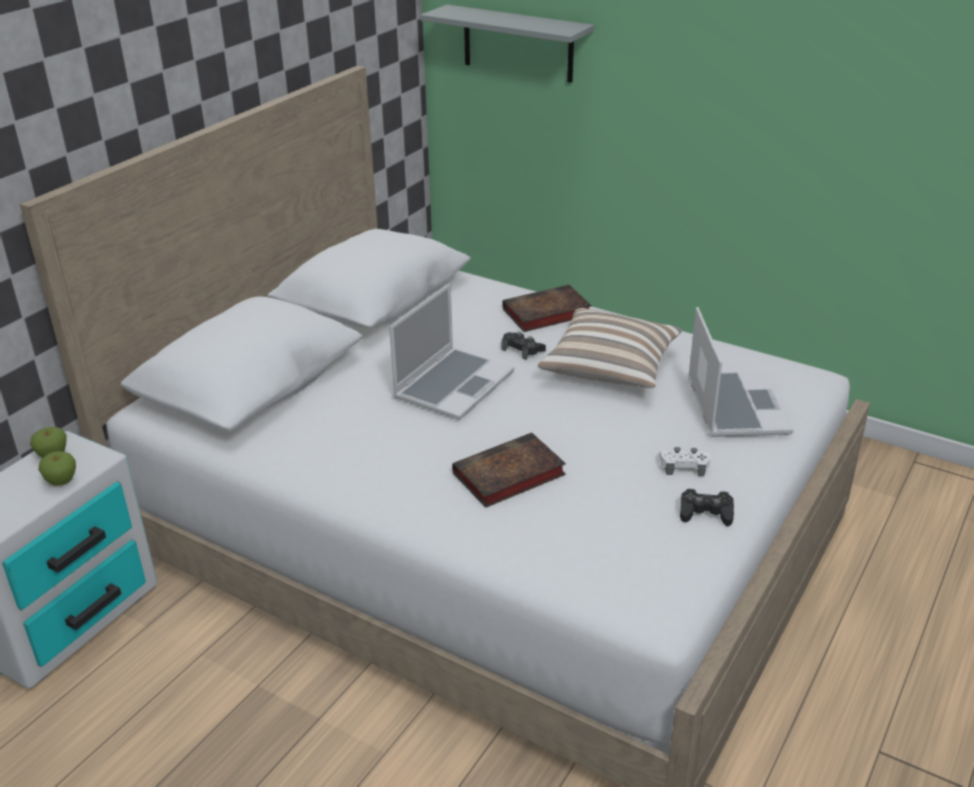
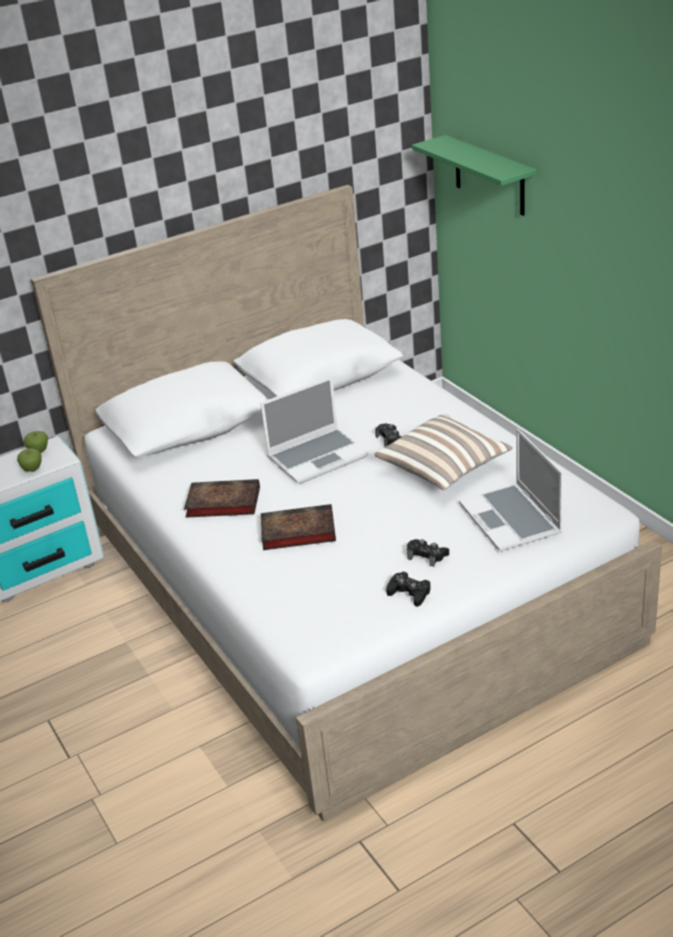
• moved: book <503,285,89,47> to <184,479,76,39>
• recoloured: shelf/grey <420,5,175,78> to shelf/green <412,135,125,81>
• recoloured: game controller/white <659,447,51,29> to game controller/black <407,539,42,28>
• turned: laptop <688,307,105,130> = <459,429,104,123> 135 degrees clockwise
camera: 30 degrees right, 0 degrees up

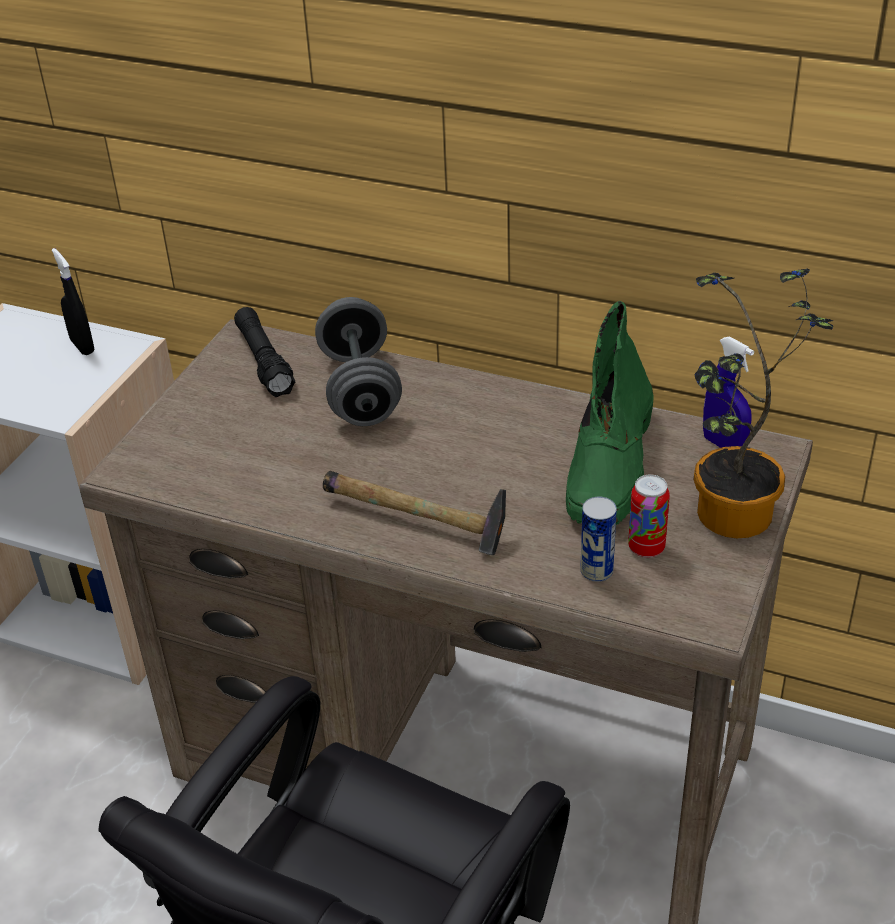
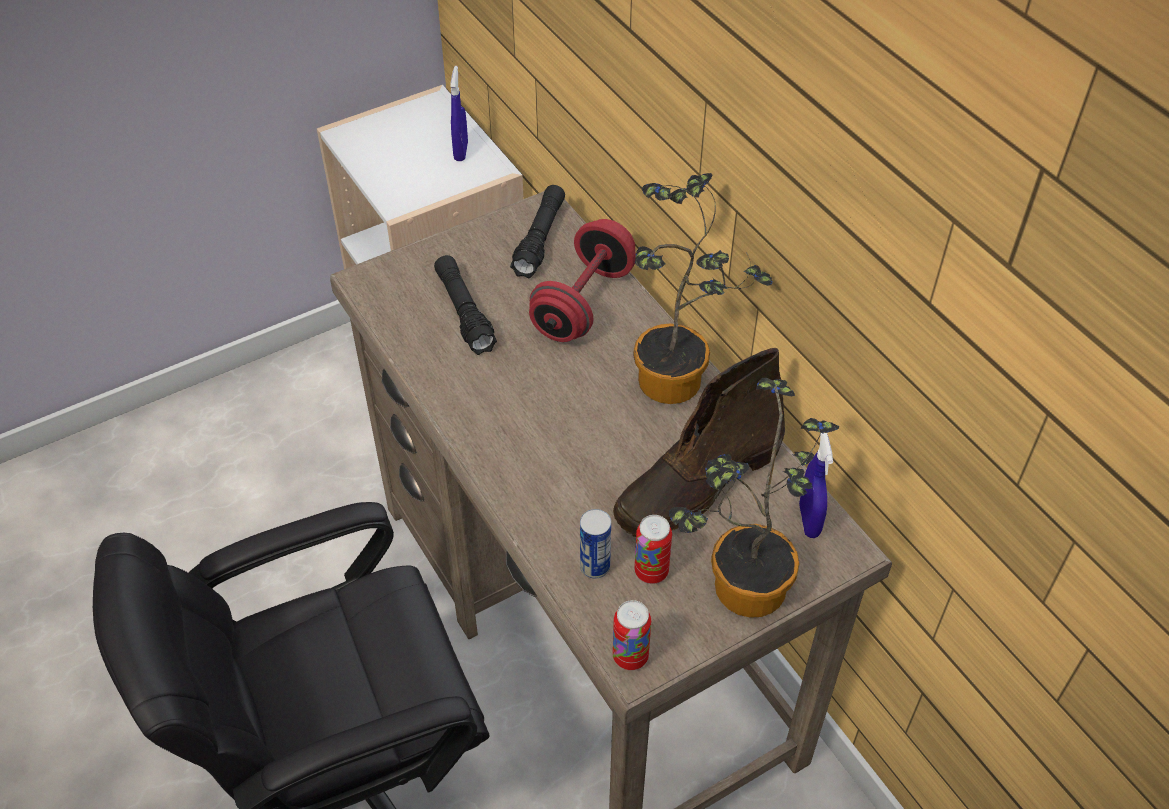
• removed: hammer <323,471,183,84>
• added: flashlight/black <434,255,63,100>
• added: can <613,600,38,71>
• added: potted plant <633,173,139,231>
• recoloured: spray bottle/black <52,248,42,107> to spray bottle/blue <450,66,18,95>
• recoloured: dumbbell/grey <315,297,87,129> to dumbbell/red <529,219,107,123>
• recoloured: boot/green <566,301,87,224> to boot/brown <613,348,172,189>
camera: 35 degrees right, 10 degrees up

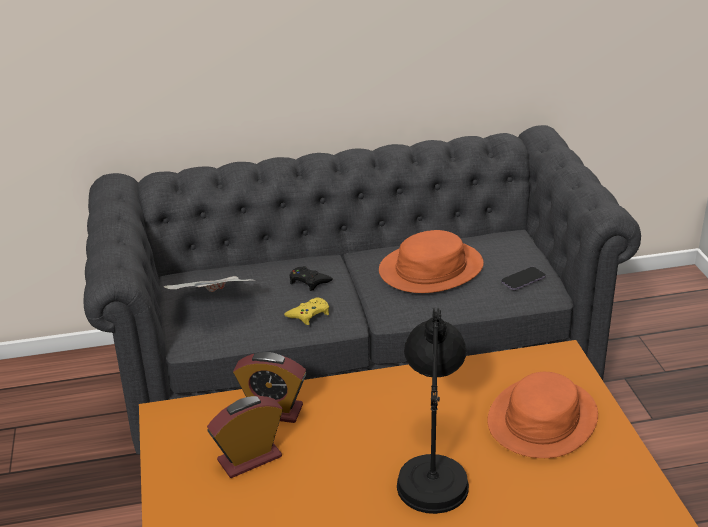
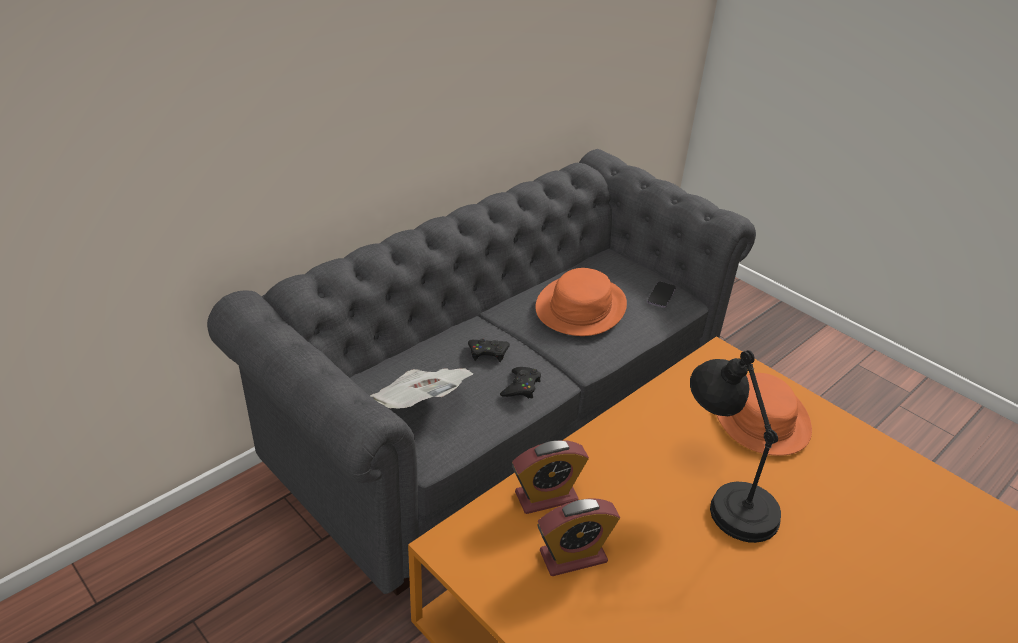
• recoloured: game controller/yellow <284,298,45,27> to game controller/black <500,367,41,31>
• turned: alarm clock <207,396,76,82> = <537,499,83,77> 135 degrees counterclockwise
camera: 35 degrees left, 5 degrees up

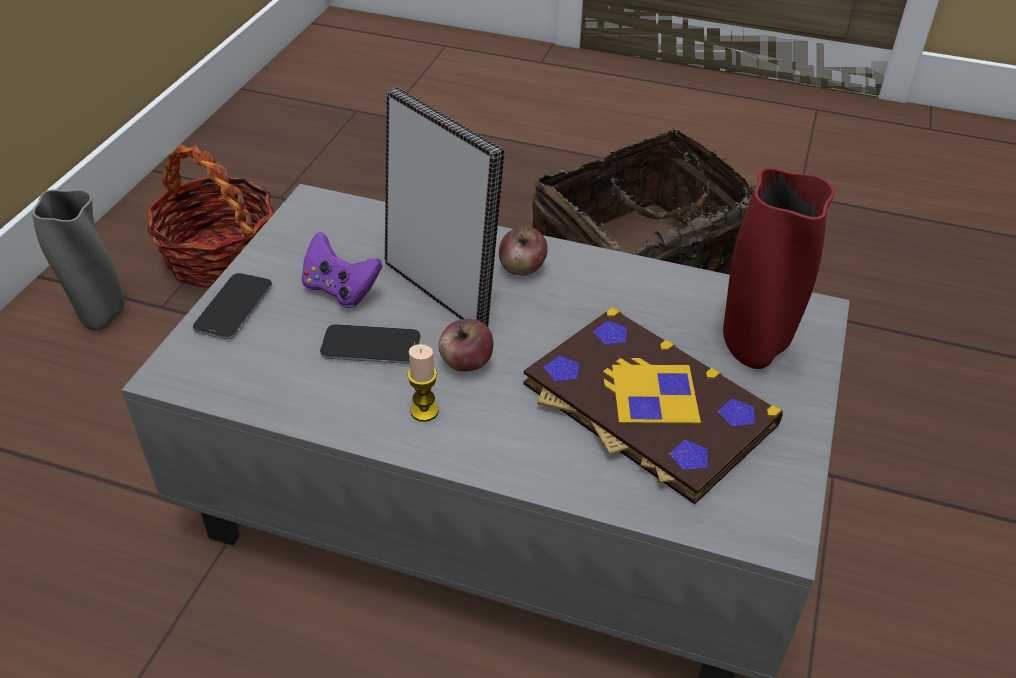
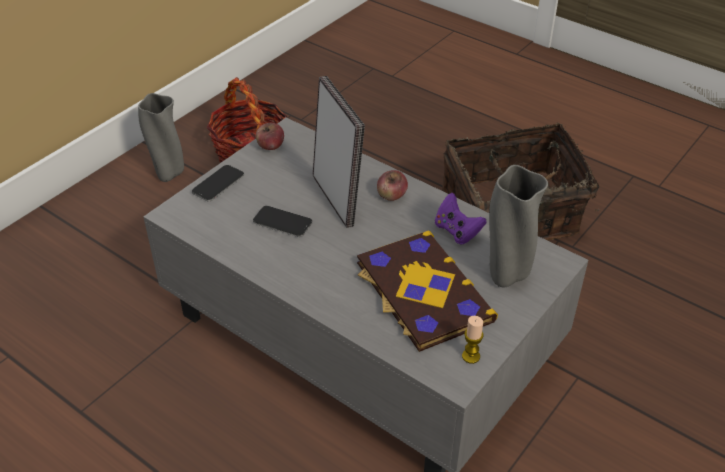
• moved: game controller/purple <302,232,80,76> to <435,193,51,52>
• moved: candle <407,344,32,78> to <462,316,21,48>
• moved: apple <438,319,55,53> to <256,123,28,27>
• recoloured: vase/red <723,168,112,201> to vase/grey <489,165,59,122>
camera: 20 degrees right, 0 degrees up

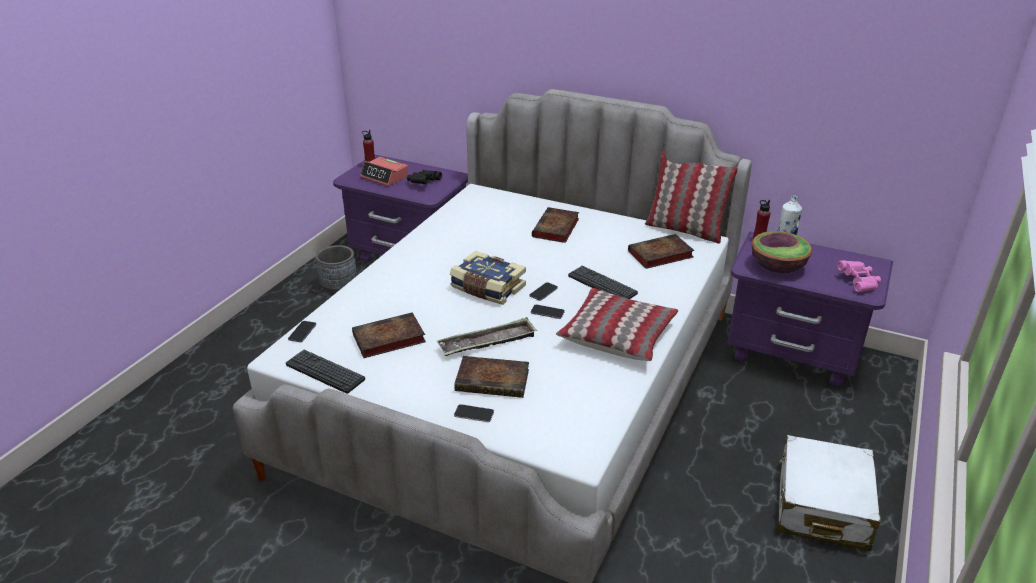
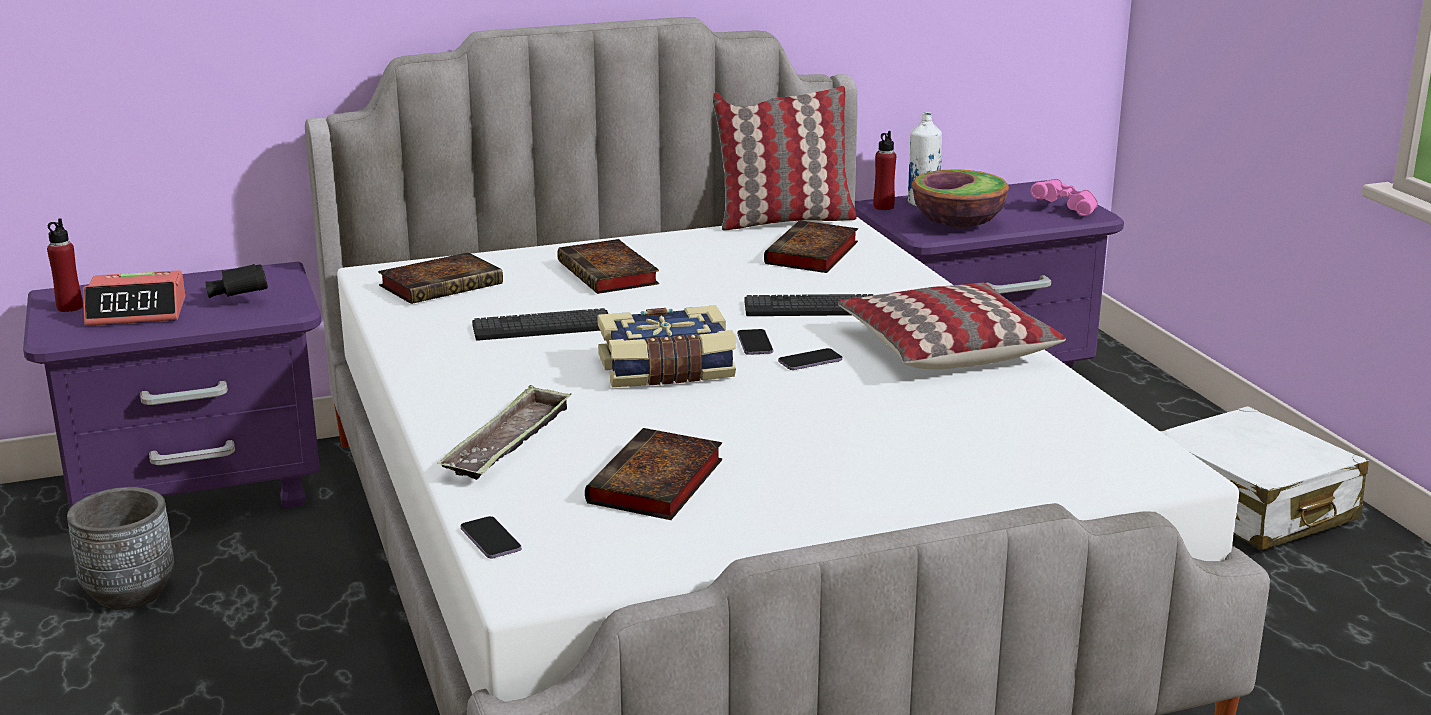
• removed: phone <454,404,40,18>
• moved: keyboard <286,350,79,44> to <472,308,136,32>
• moved: tray <436,317,101,39> to <438,385,133,95>
• moved: book <454,356,75,42> to <378,252,125,52>
camera: 45 degrees left, 10 degrees down

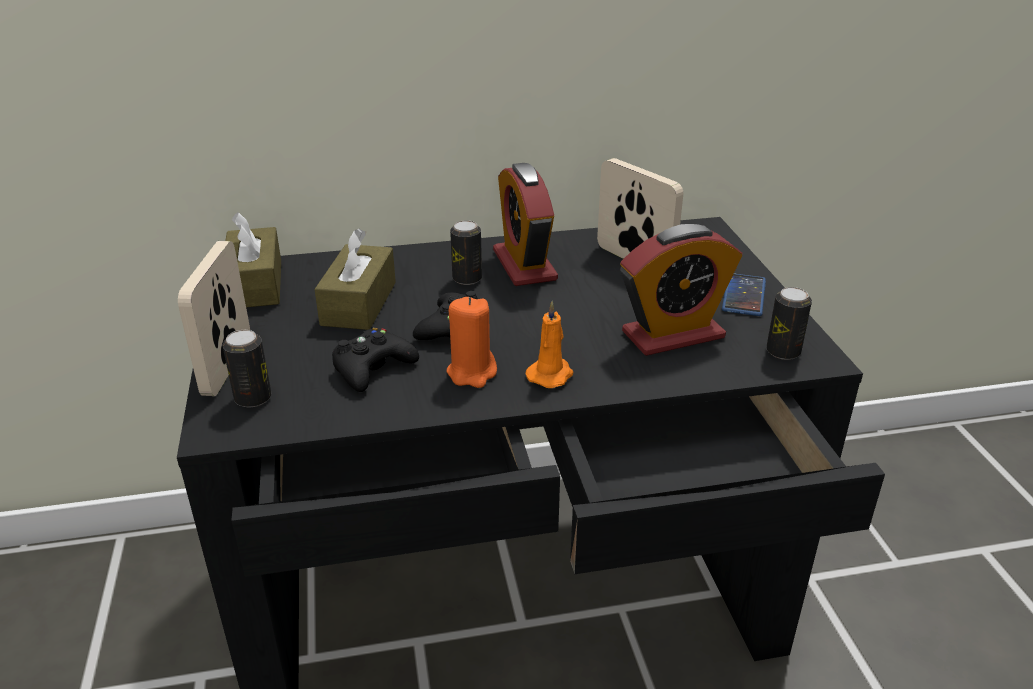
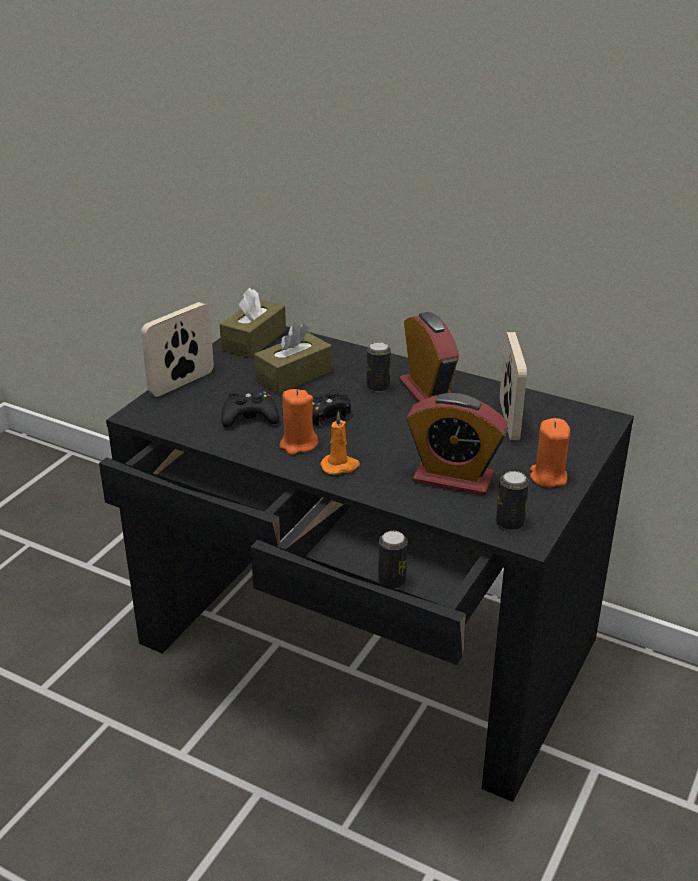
• moved: can <222,330,49,77> to <378,531,29,57>
• replaced: phone <722,274,44,42> to candle/orange <530,418,40,70>
• turned: alarm clock <493,163,65,123> = <399,312,60,90> 135 degrees clockwise
camera: 40 degrees right, 0 degrees up

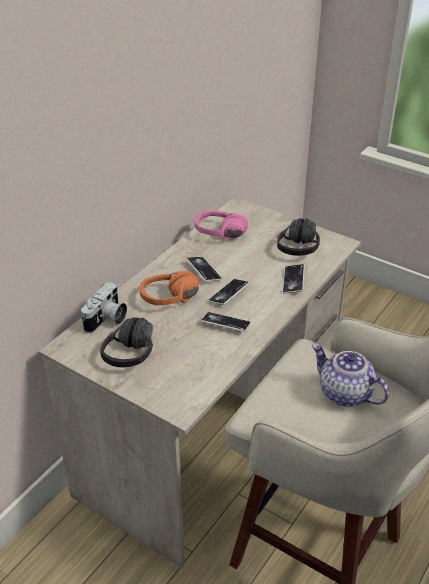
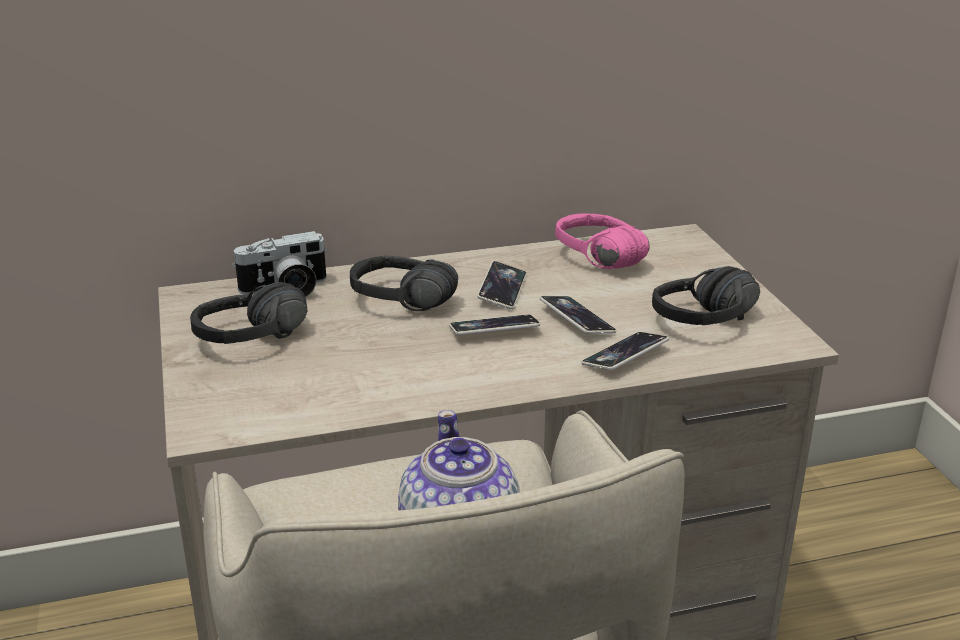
• moved: phone <201,312,50,20> to <540,296,77,38>
• recoloured: headphones/orange <140,271,59,34> to headphones/black <350,256,108,55>
camera: 40 degrees right, 10 degrees down

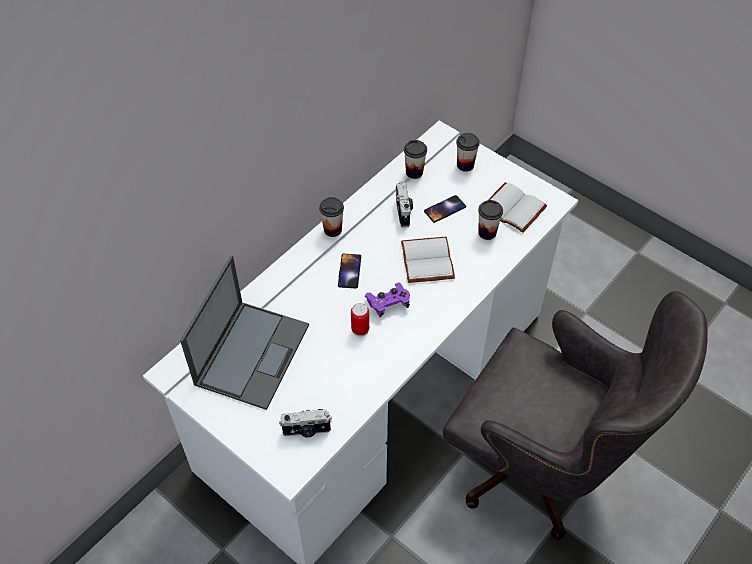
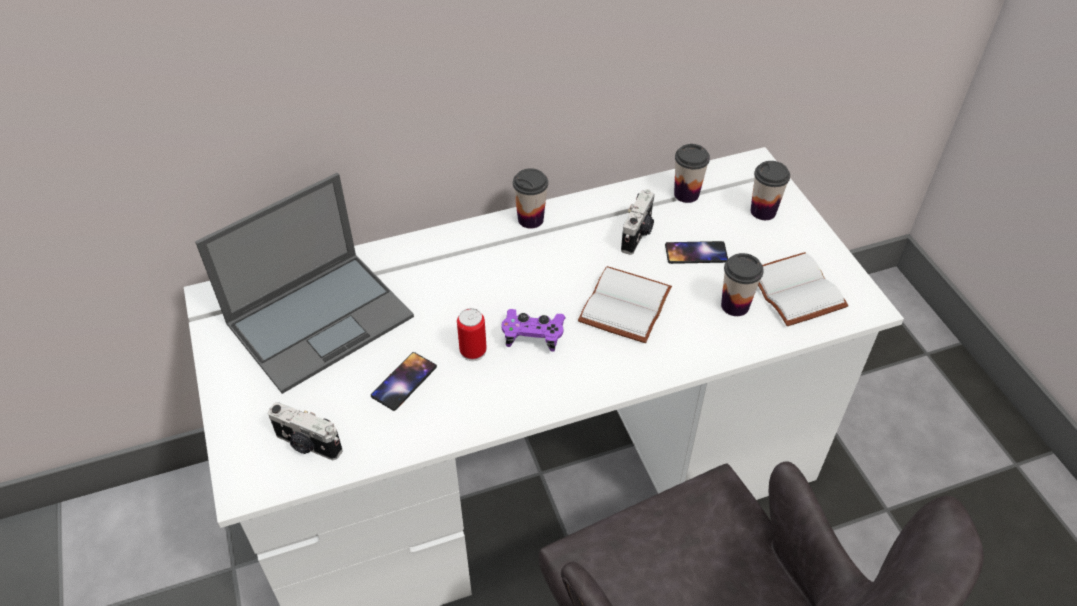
• moved: phone <338,254,23,34> to <371,352,66,59>
camera: 30 degrees right, 5 degrees down

